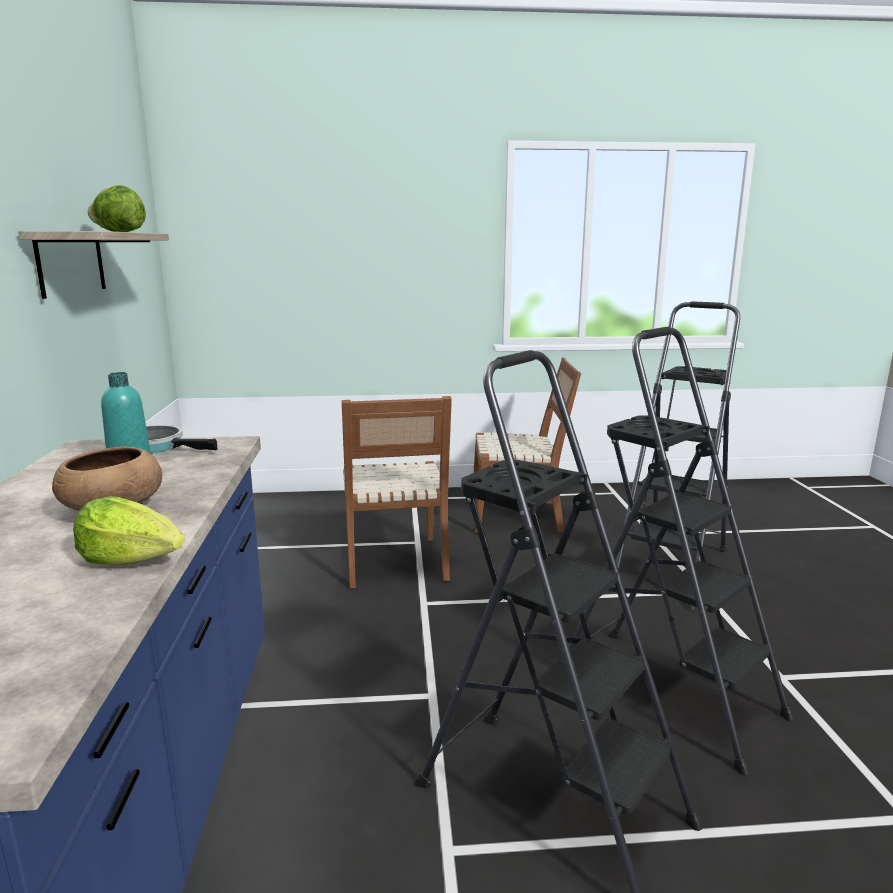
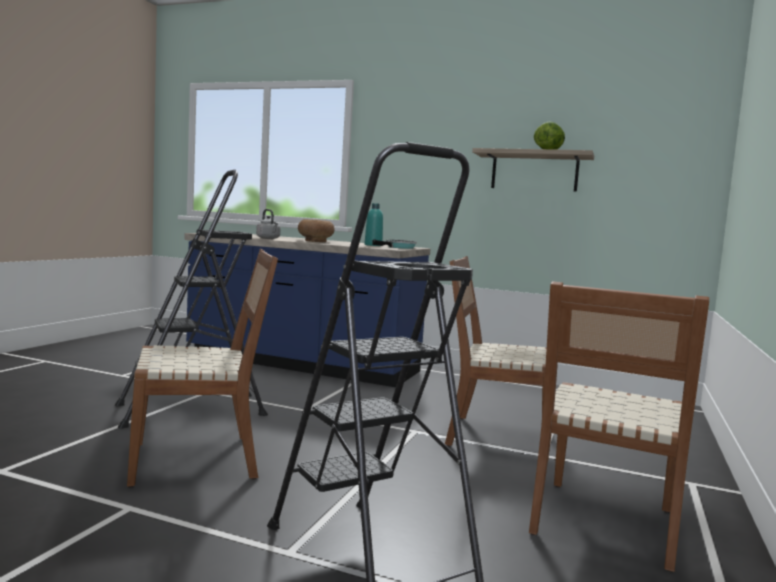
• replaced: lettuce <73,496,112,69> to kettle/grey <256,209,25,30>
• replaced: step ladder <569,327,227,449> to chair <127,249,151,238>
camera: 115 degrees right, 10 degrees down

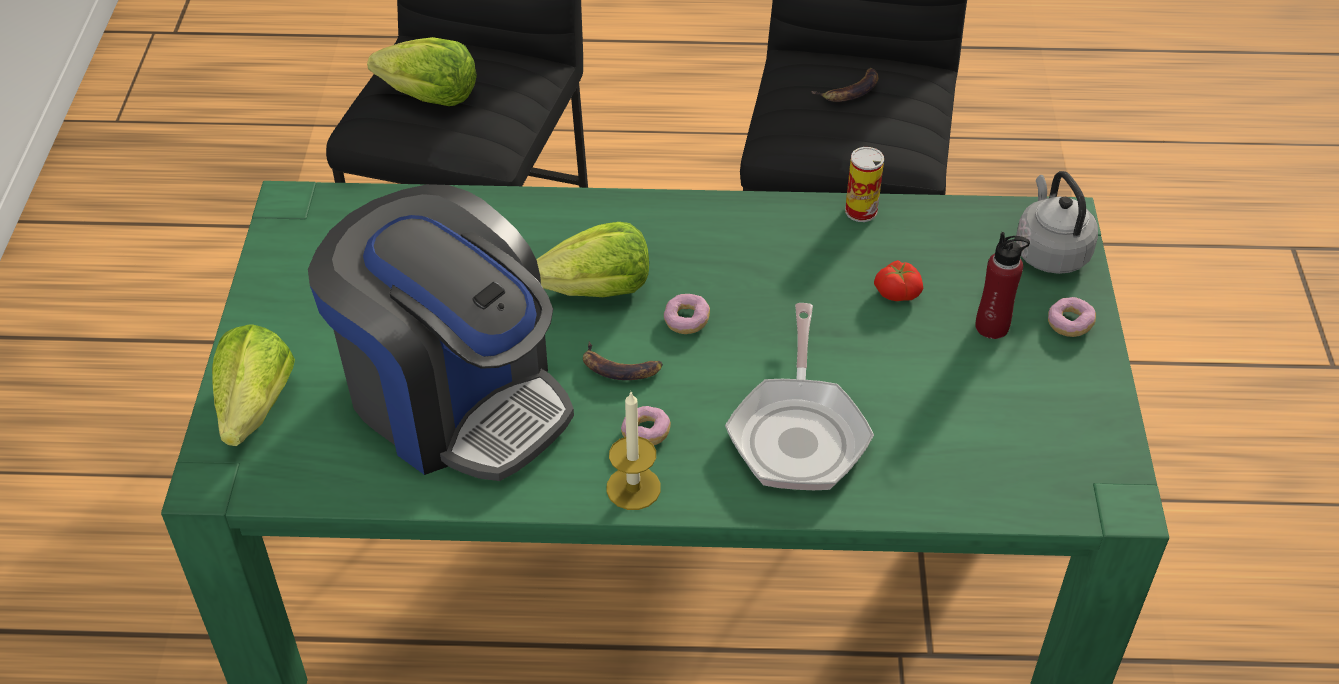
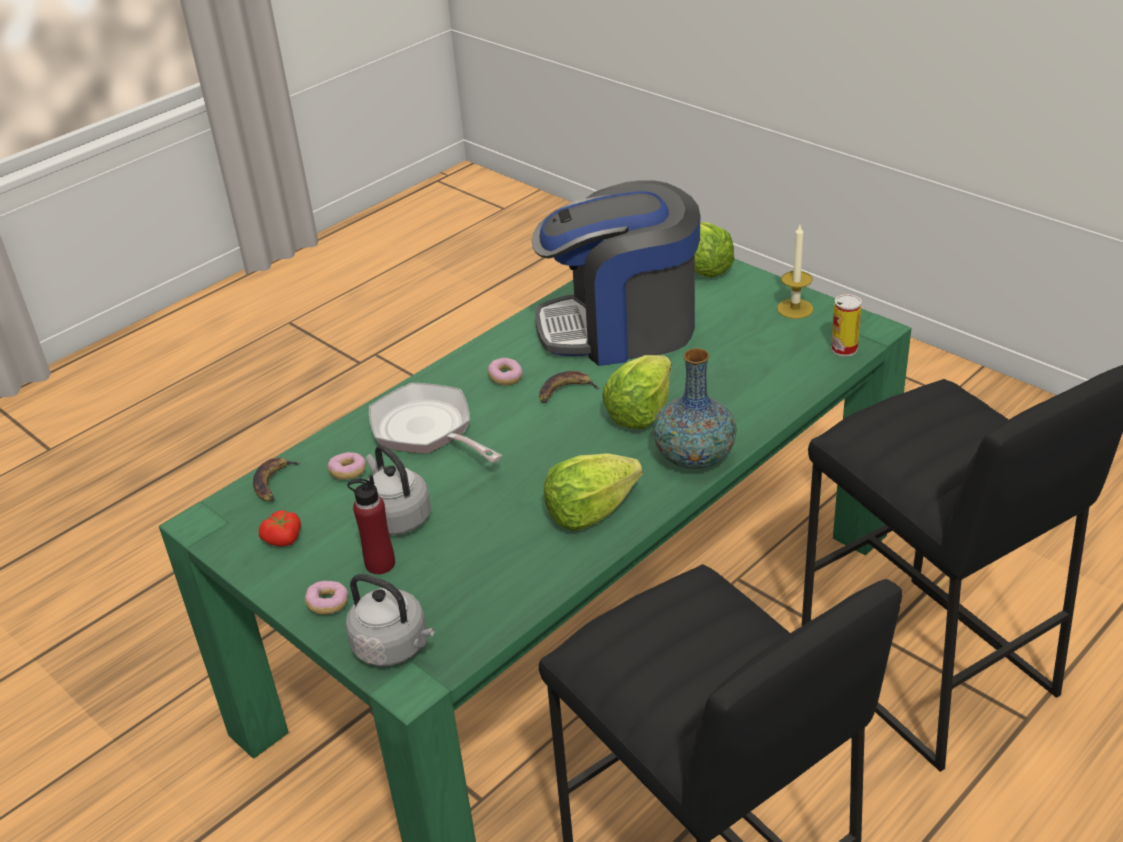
• added: kettle/grey <366,445,65,90>
• added: vase <653,348,84,121>
• moved: lettuce <367,37,110,69> to <544,453,98,78>
• moved: candle <606,392,55,118> to <777,225,37,94>
• moved: donut <664,294,46,40> to <327,452,39,28>
• moved: banana <811,68,67,34> to <253,457,49,45>
• moved: can <845,147,39,75> to <831,294,31,63>
• moved: tomato <874,260,49,41> to <259,510,42,36>
camera: 135 degrees right, 10 degrees down

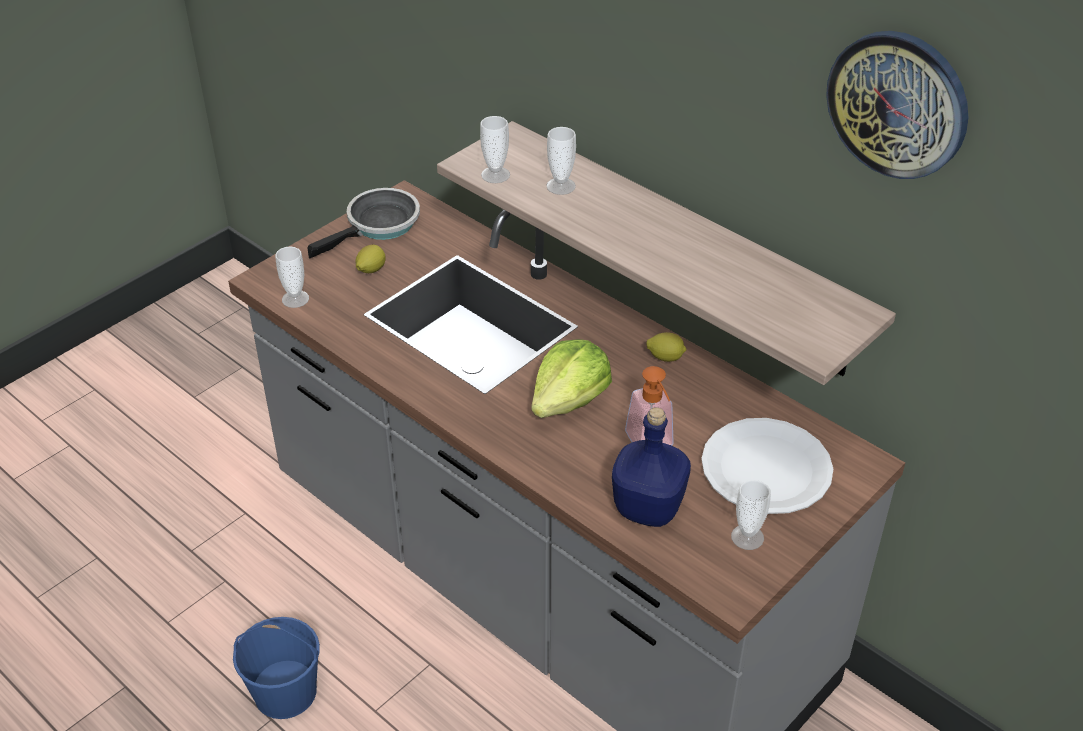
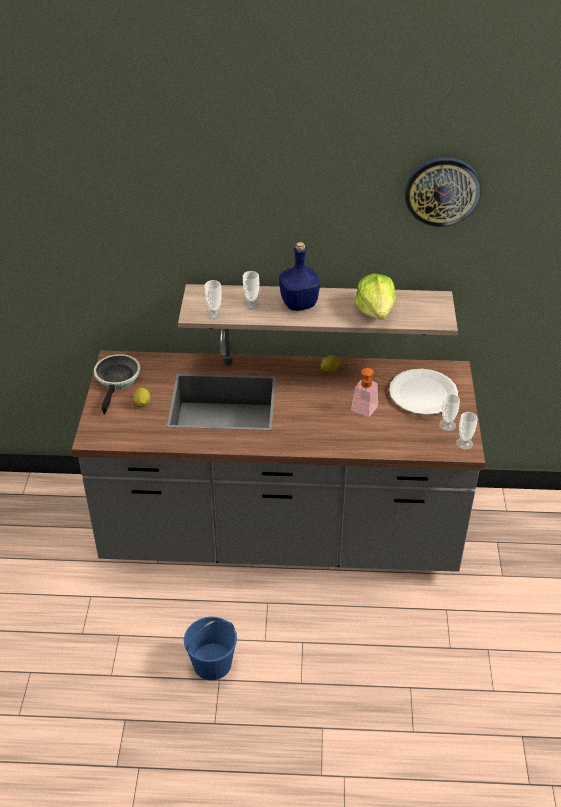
• moved: cup <275,247,34,61> to <456,412,22,38>
• moved: lettuce <531,339,81,79> to <355,273,41,47>
• moved: bottle/blue <612,407,79,120> to <279,242,41,69>
camera: 40 degrees left, 0 degrees up

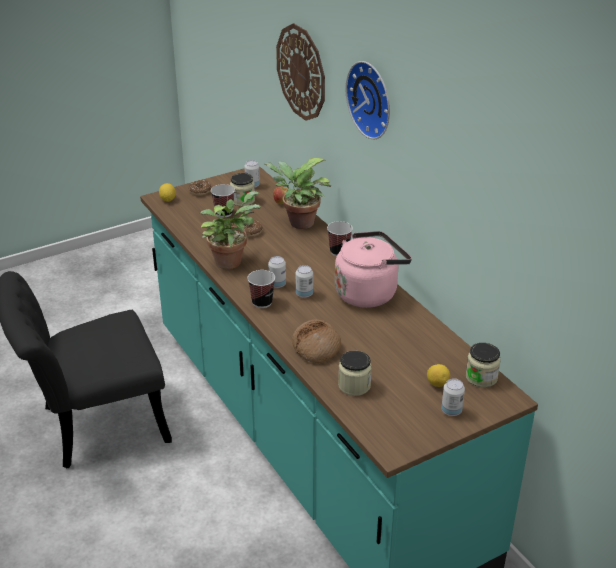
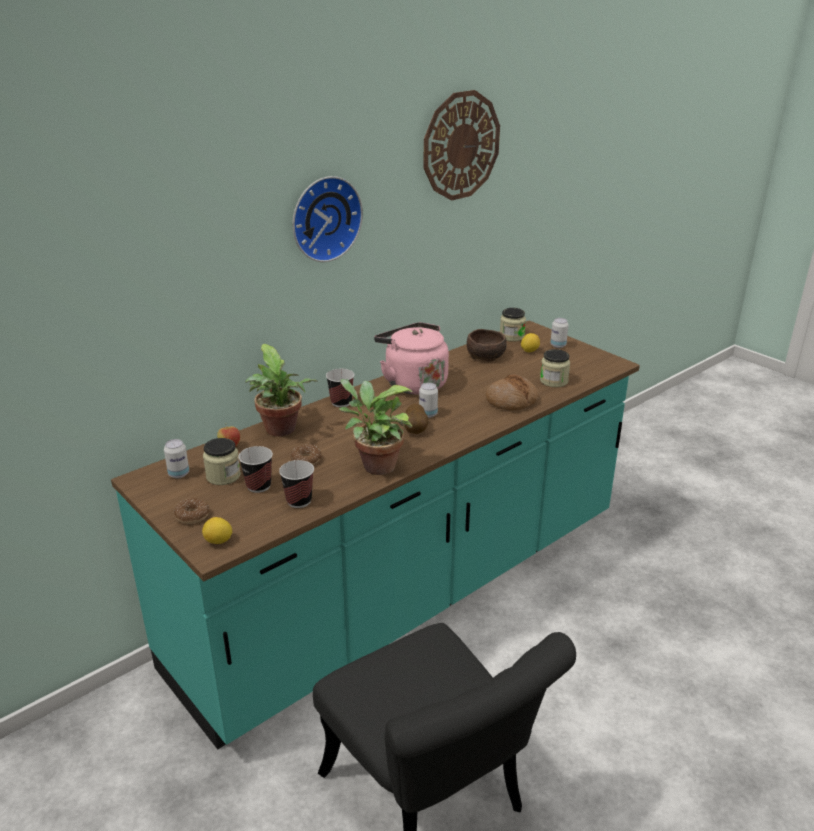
• added: bowl/brown <466,329,41,33>
• moved: cup <247,270,28,38> to <279,460,35,48>
• moved: wall clock <276,23,49,98> to <423,90,77,110>
• replaced: can <268,256,18,32> to potato <404,404,24,30>
camera: 100 degrees left, 5 degrees down

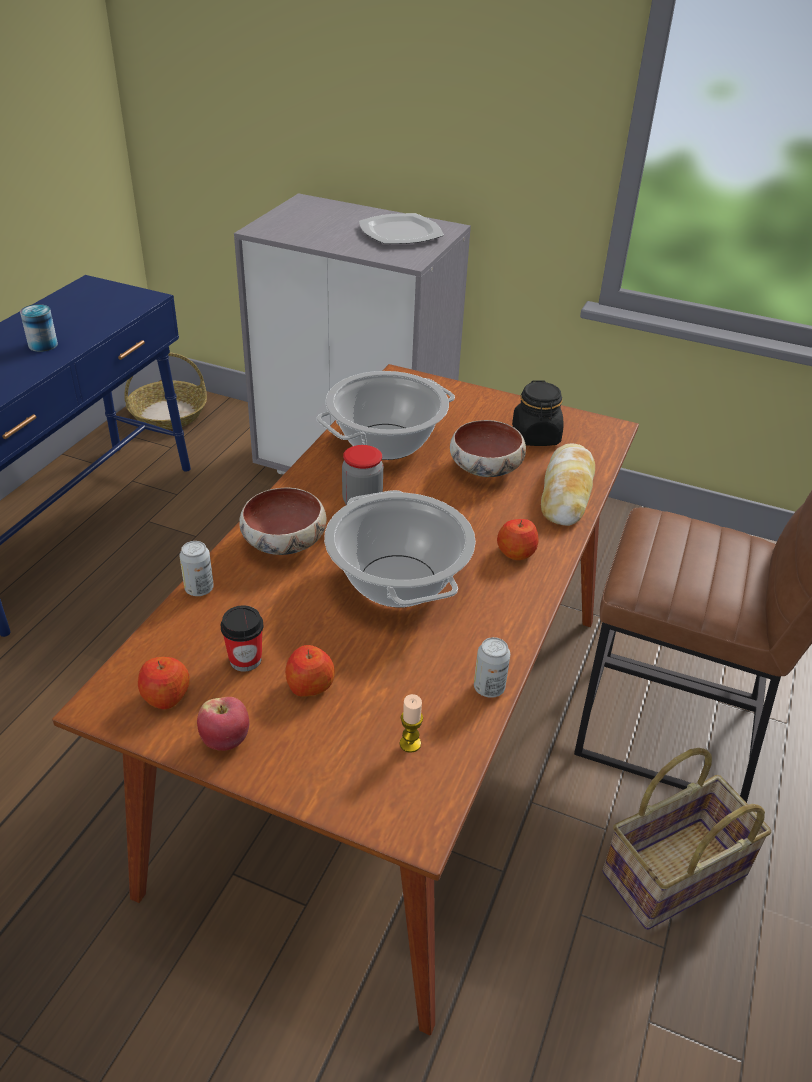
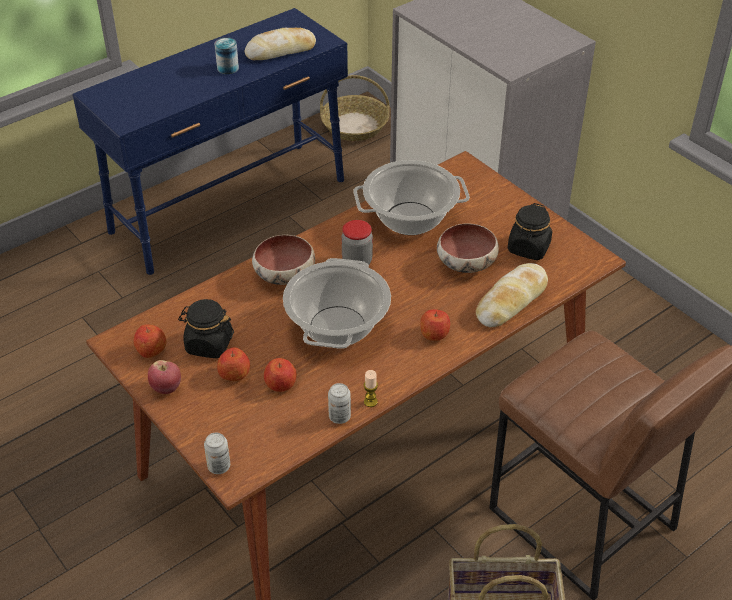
• removed: plate <359,213,85,31>
• added: bread <244,28,72,32>
• added: apple <264,358,33,34>
• moved: can <179,541,35,55> to <204,432,26,42>
• moved: candle <400,694,23,59> to <364,370,14,37>
• replaced: cup <221,605,43,67> to jar/black <178,299,56,59>
camera: 30 degrees right, 5 degrees up

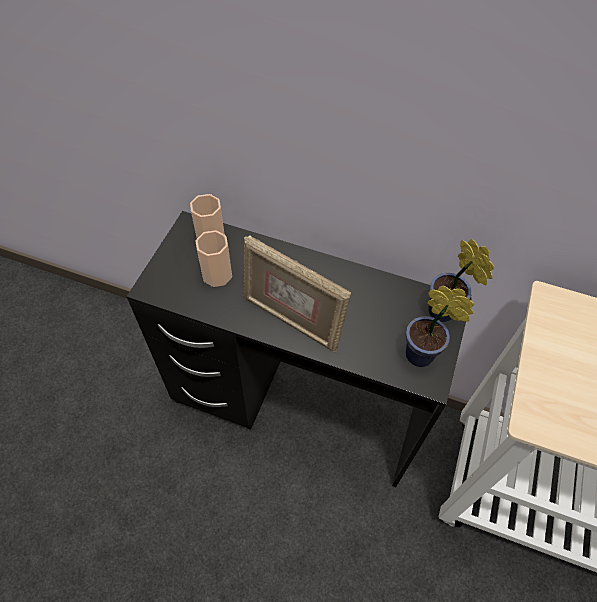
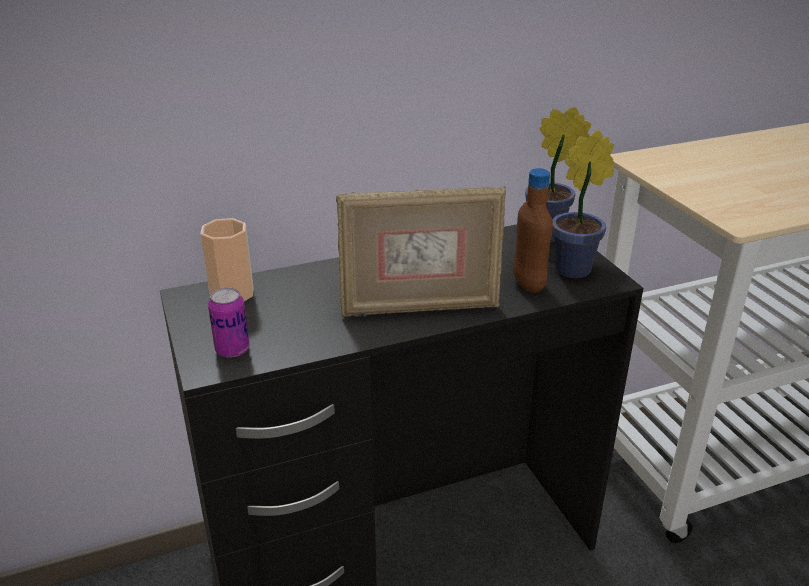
• removed: cup <196,230,36,57>
• added: can <208,288,42,70>
• added: bottle/brown <513,168,40,125>
camera: 40 degrees left, 25 degrees down

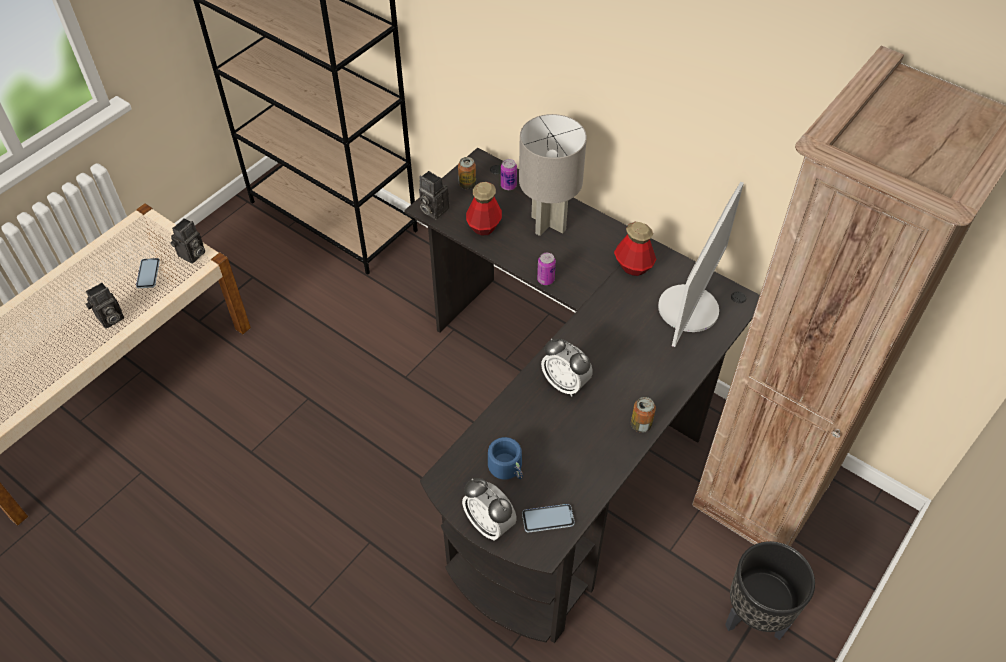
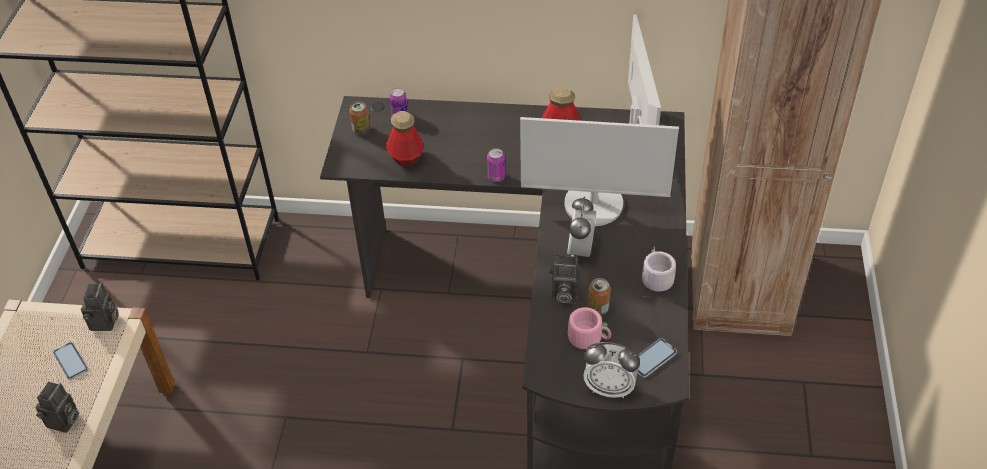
• removed: table lamp/grey <519,114,68,122>
• removed: planter/black <725,541,90,99>
• added: monitor <520,117,159,109>
• added: mug/grey <642,247,34,50>
• moved: photo camera <419,171,31,48> to <549,255,30,49>
• moved: can <631,397,25,36> to <588,278,23,37>
• recoloured: mug/blue <488,437,35,42> to mug/pink <568,307,43,42>
• turned: alarm clock <541,339,52,58> = <567,196,29,61> 90 degrees clockwise
camera: 30 degrees left, 5 degrees down

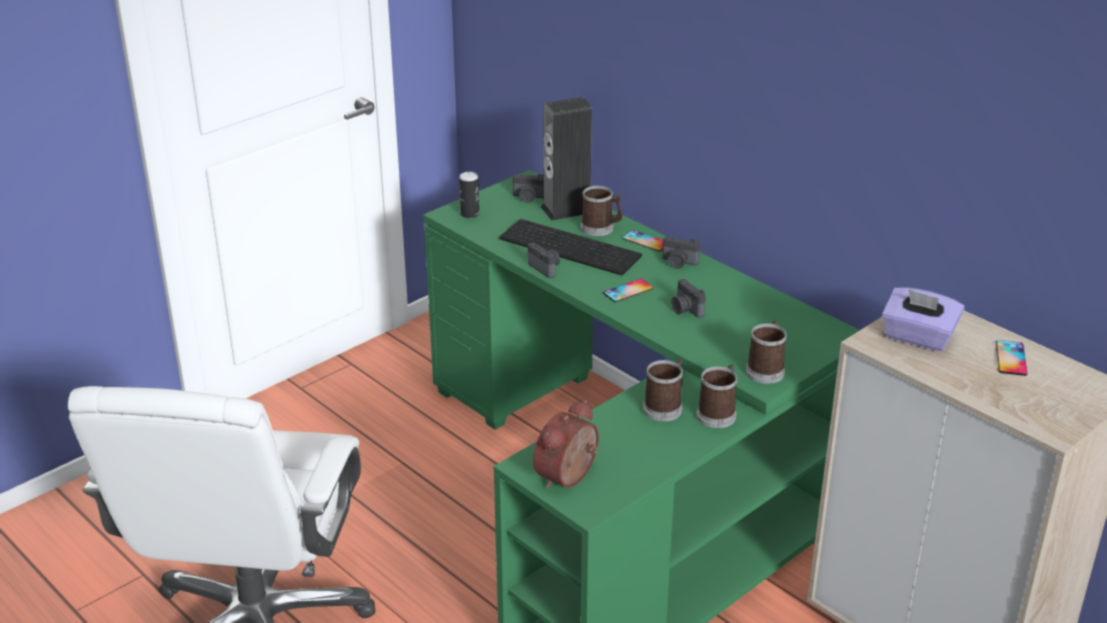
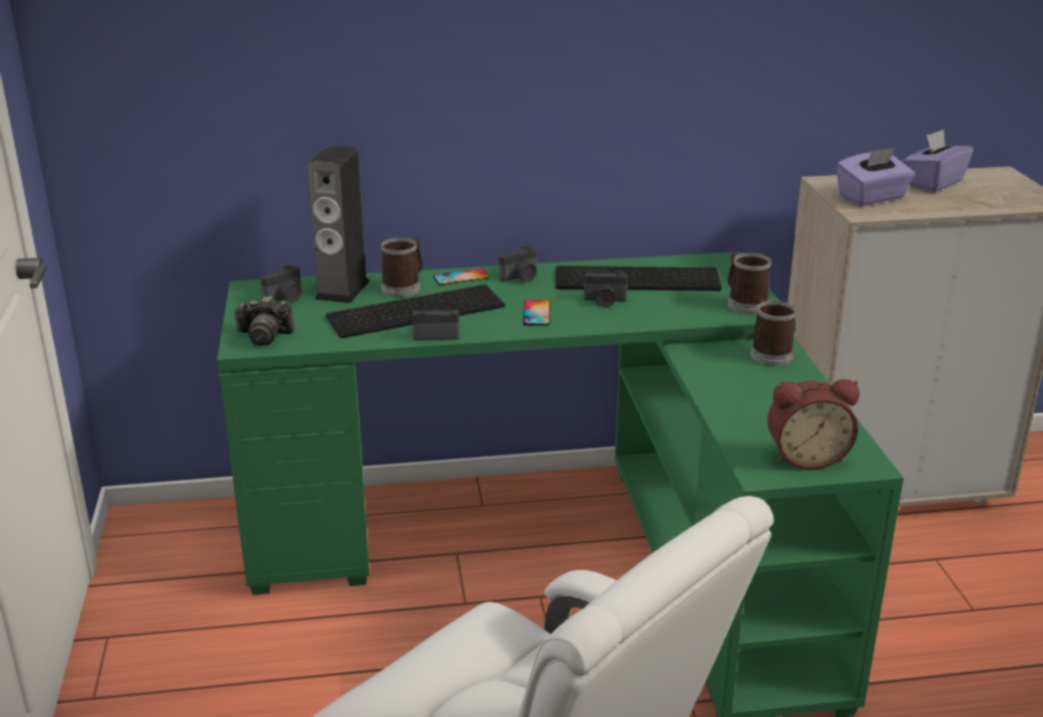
• removed: mug <643,359,40,63>
• added: keyboard <556,266,166,25>
• replaced: can <459,172,20,46> to photo camera <233,296,61,50>
• replaced: phone <995,340,32,36> to tissue box/purple <903,129,70,63>
• turned: alarm clock <533,400,66,89> = <767,379,93,91> 75 degrees counterclockwise
camera: 55 degrees left, 5 degrees down

